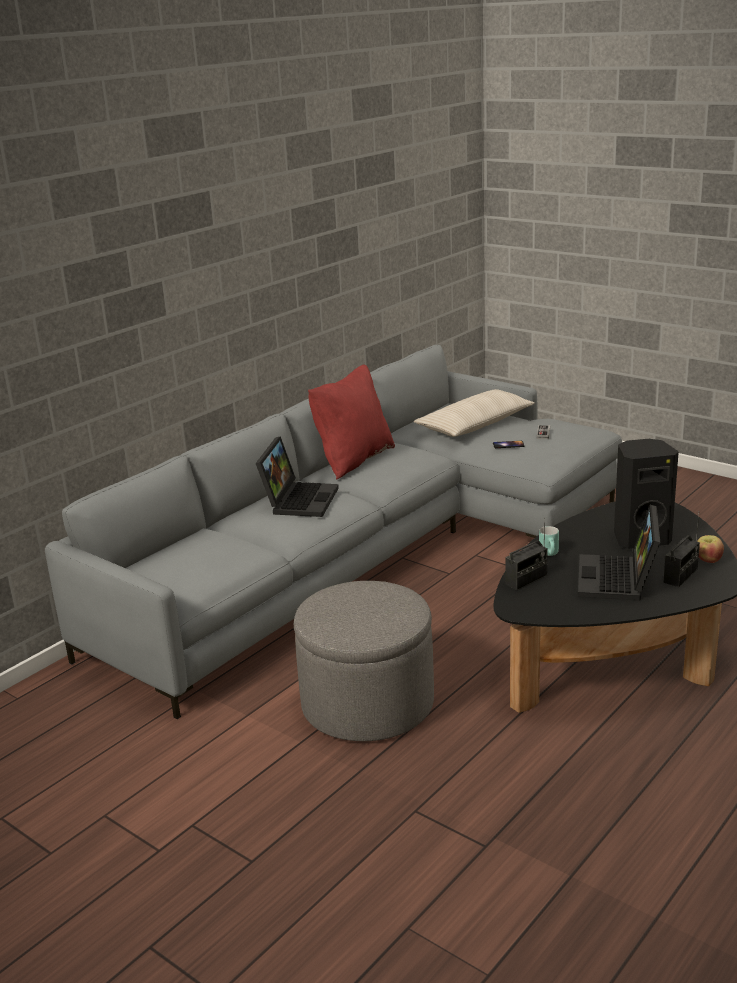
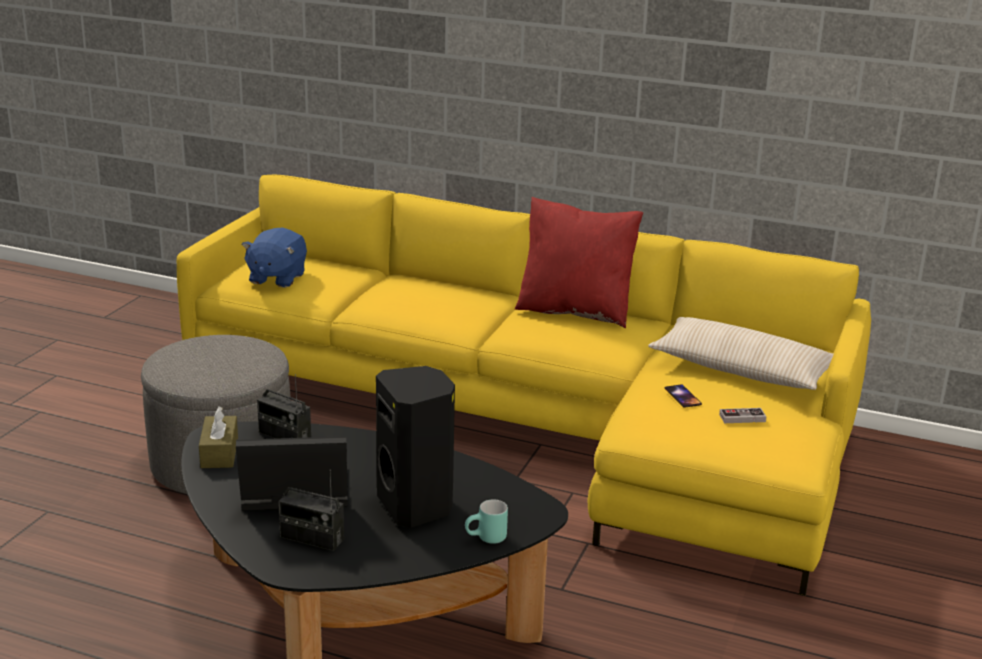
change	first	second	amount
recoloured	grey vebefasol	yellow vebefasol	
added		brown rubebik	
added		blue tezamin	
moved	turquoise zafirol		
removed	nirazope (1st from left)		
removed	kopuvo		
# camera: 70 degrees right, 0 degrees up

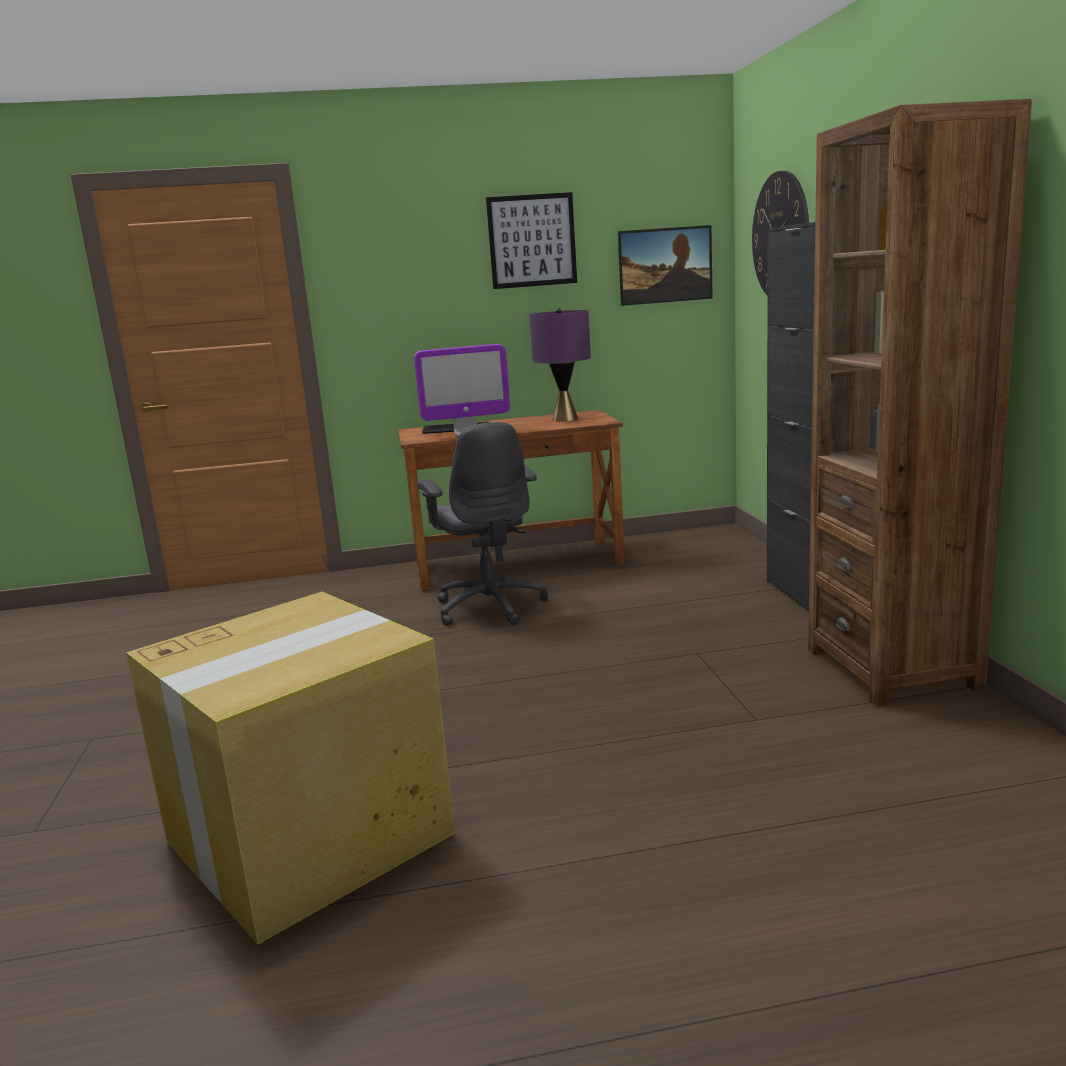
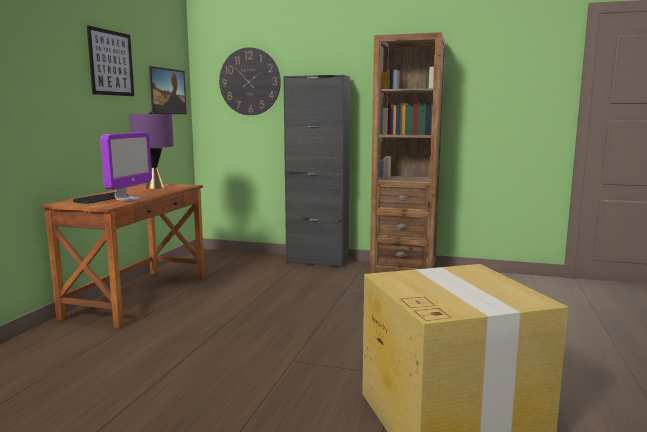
change	first	second	amount
removed	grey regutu		
# camera: 65 degrees left, 5 degrees down

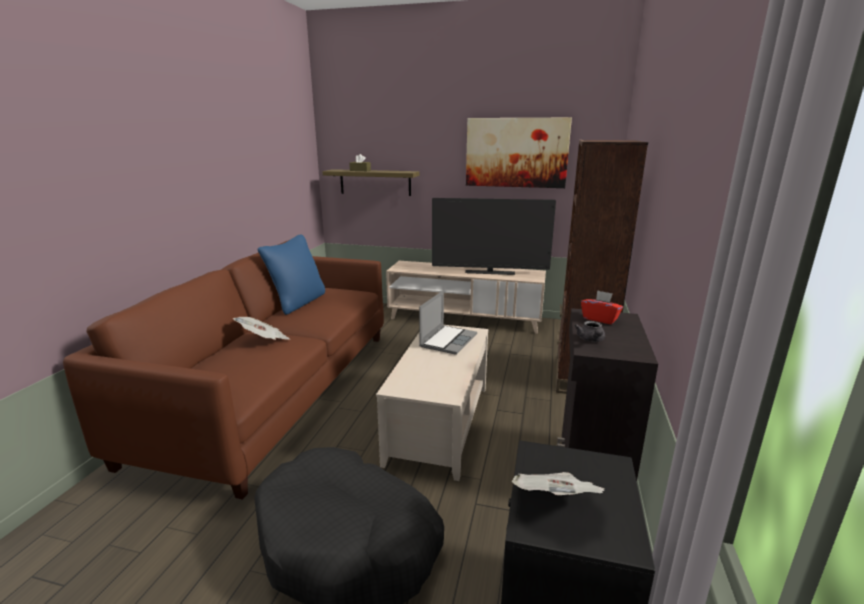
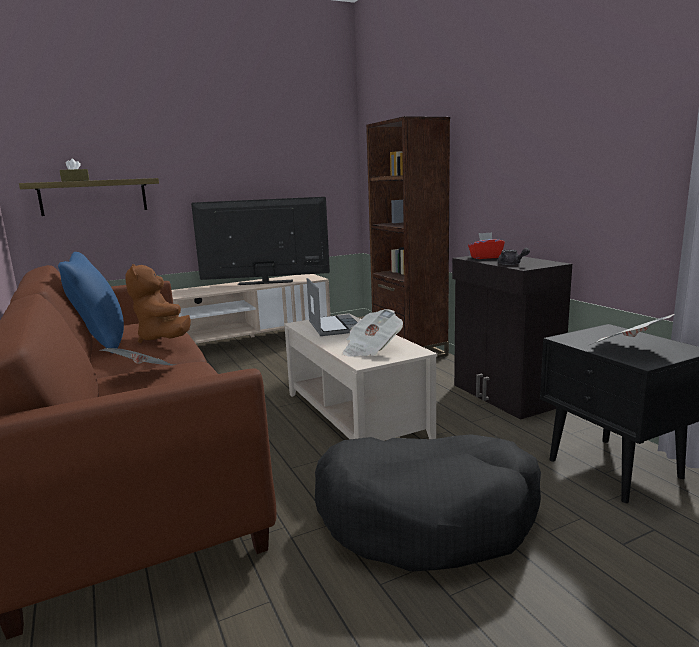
change	first	second	amount
added		brown tezamin	
turned	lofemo		150 degrees counterclockwise
added		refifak (2nd from left)	
removed	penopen		
# camera: 40 degrees left, 5 degrees down

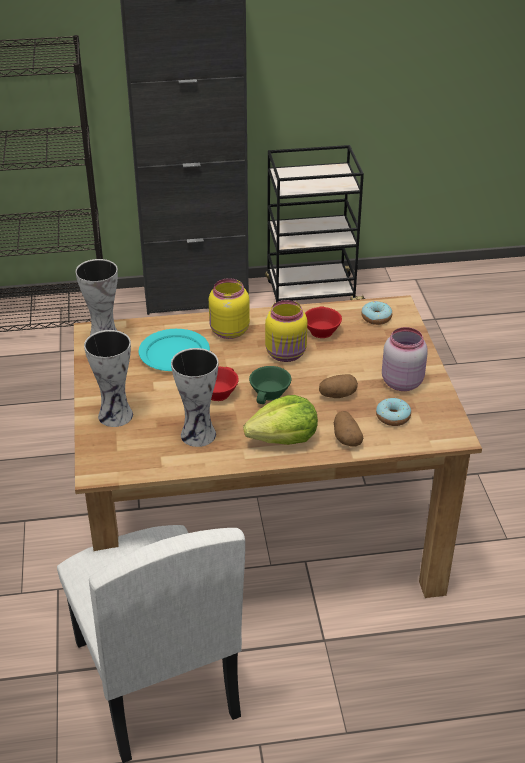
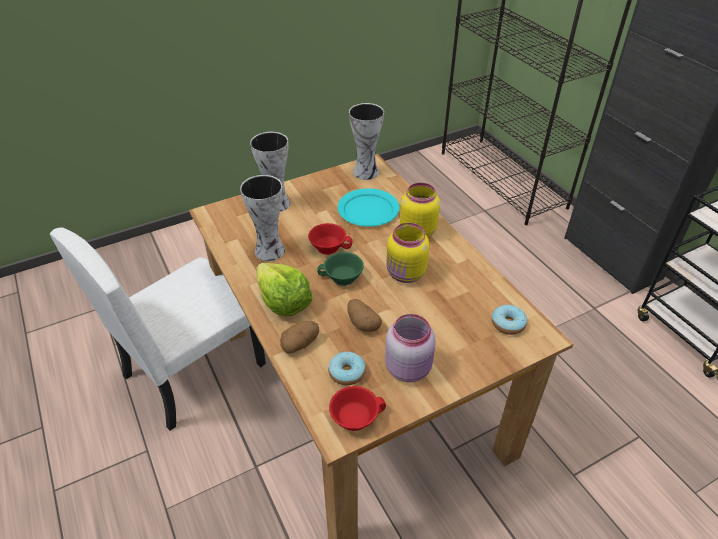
change	first	second	amount
moved	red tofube (2nd from left)		
# camera: 70 degrees right, 5 degrees up

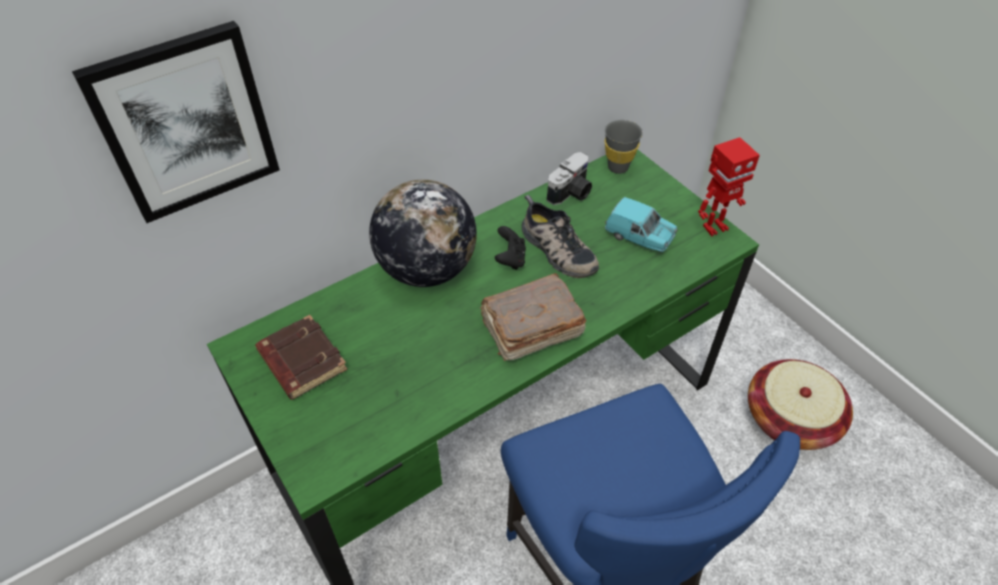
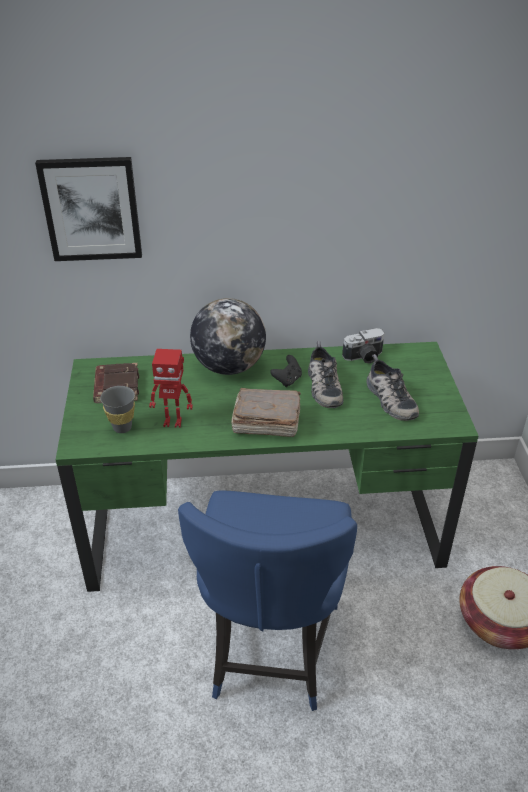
change	first	second	amount
moved	grey tofube		
moved	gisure		
replaced	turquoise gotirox	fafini (2nd from left)	
# camera: 30 degrees right, 10 degrees down

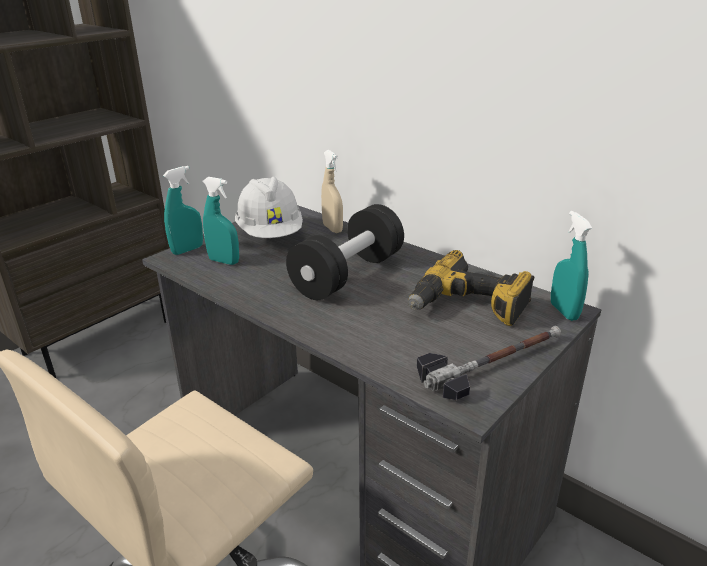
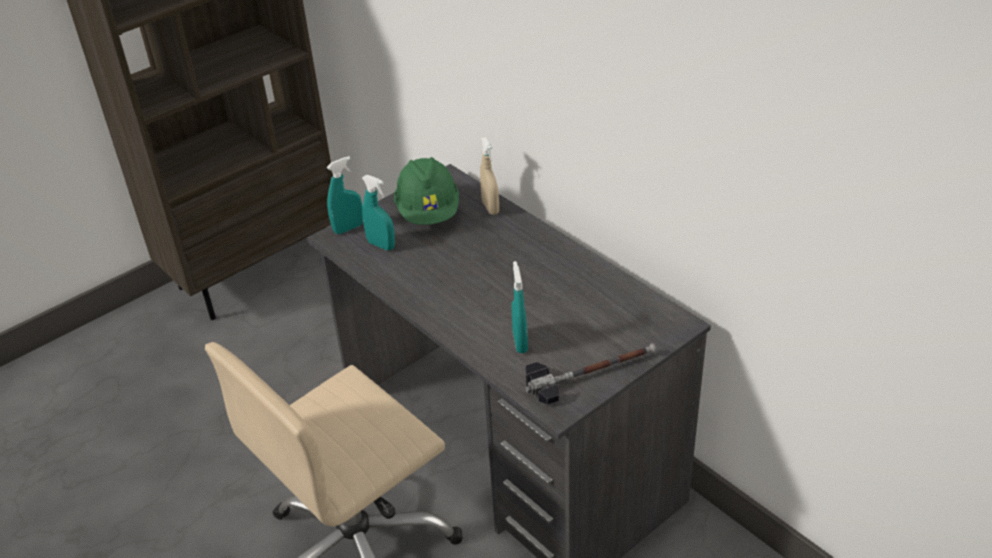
change	first	second	amount
recoloured	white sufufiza	green sufufiza	
moved	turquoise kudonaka (3rd from left)		
removed	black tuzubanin		
removed	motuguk		
# camera: 10 degrees right, 10 degrees up

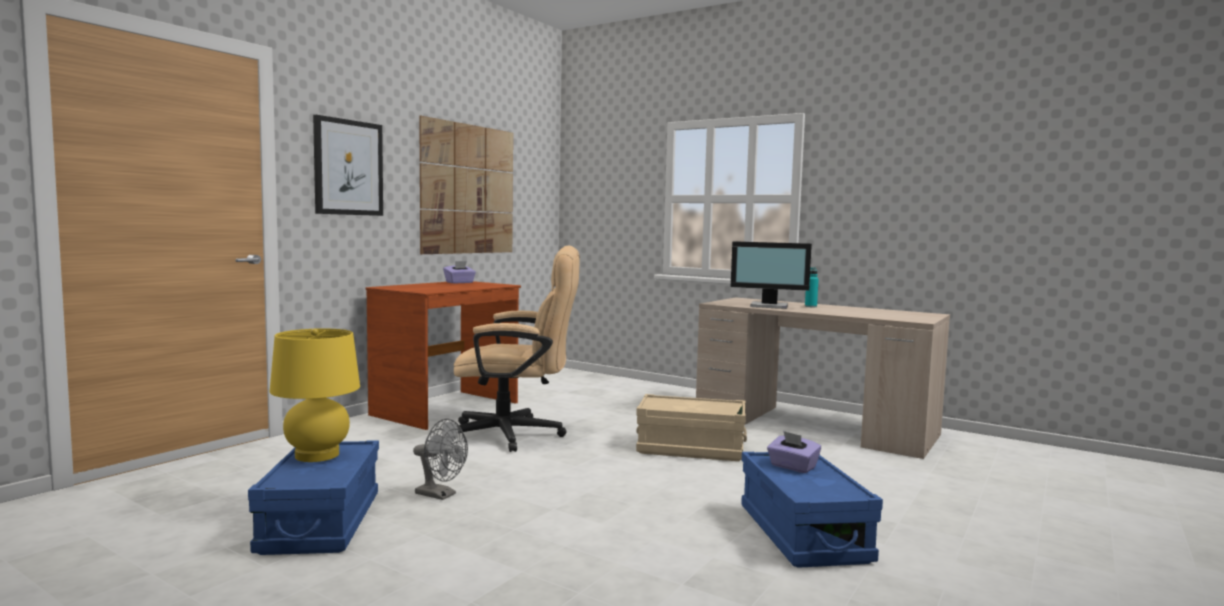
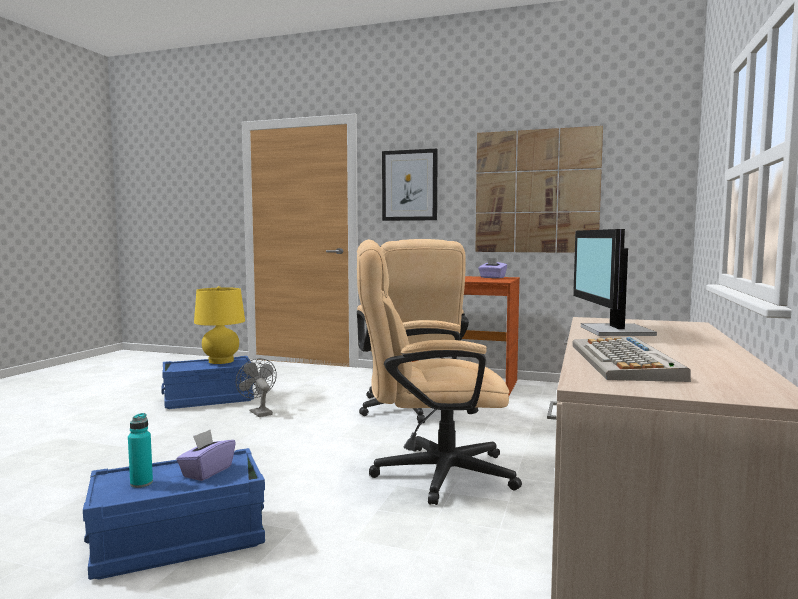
change	first	second	amount
moved	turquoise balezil		
turned	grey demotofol		135 degrees clockwise
replaced	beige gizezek	beige regutu (2nd from left)	
added		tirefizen	
# camera: 75 degrees right, 0 degrees up

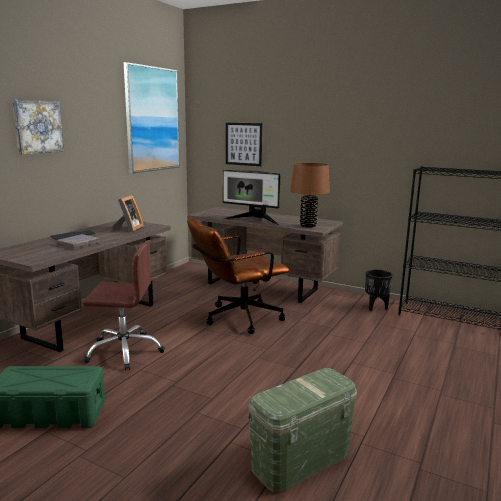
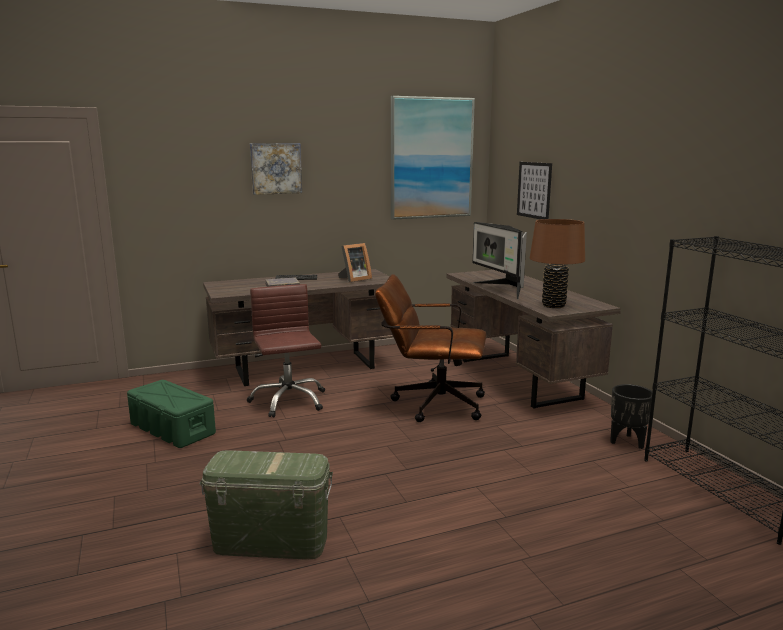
change	first	second	amount
turned	brown regutu (1st from left)		150 degrees counterclockwise
# camera: 40 degrees right, 0 degrees up

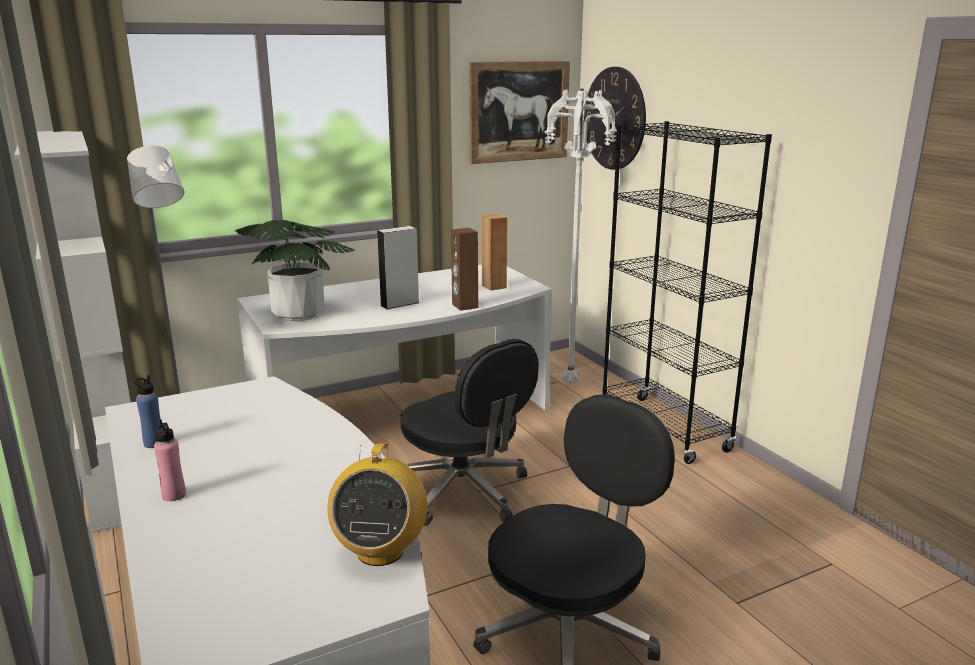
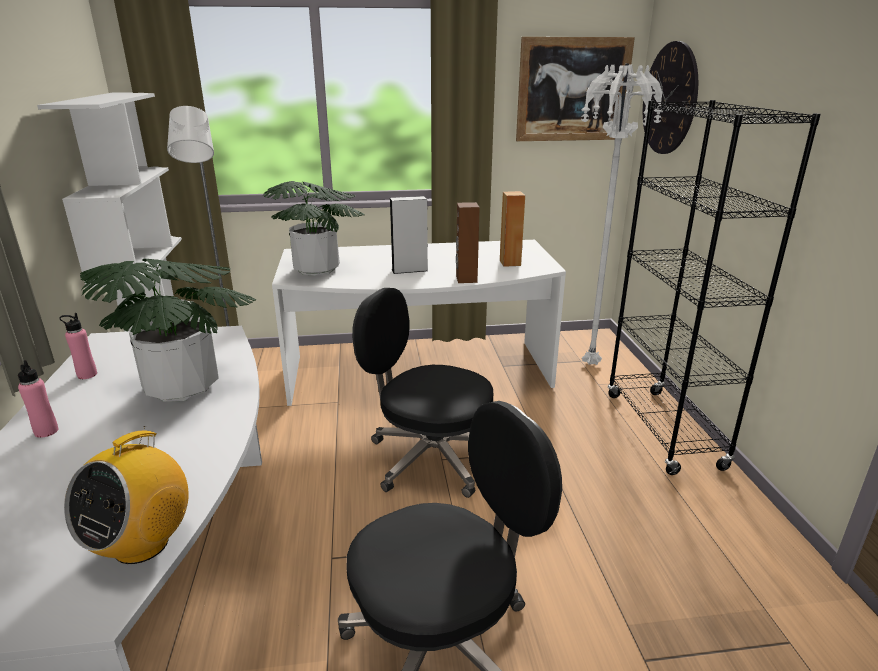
change	first	second	amount
recoloured	blue balezil	pink balezil (2nd from left)	
added		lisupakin (1st from left)	
turned	black regutu (1st from left)		135 degrees clockwise
# camera: 20 degrees right, 5 degrees up

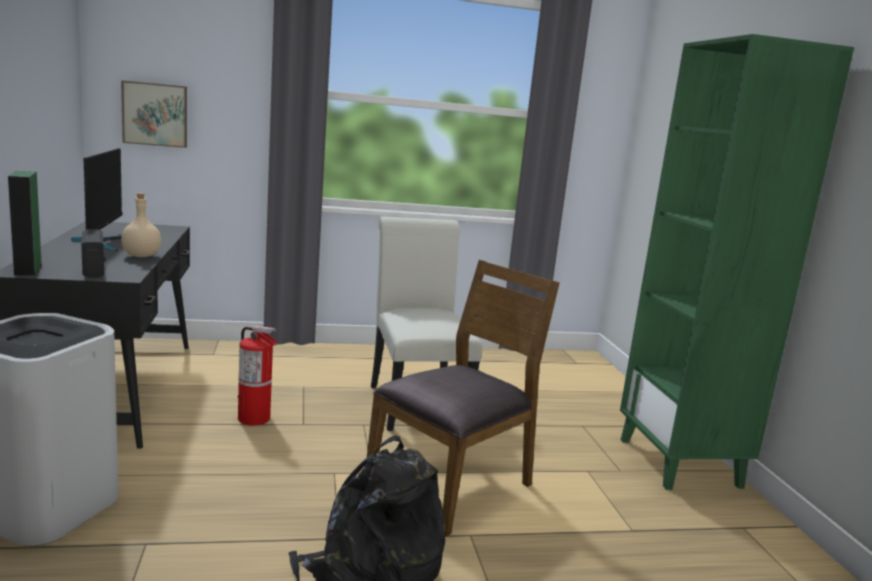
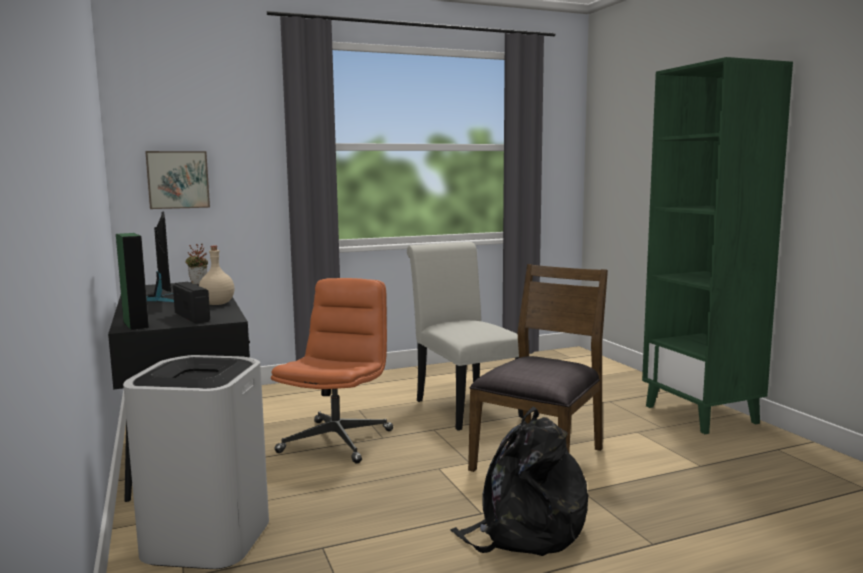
change	first	second	amount
added		lisupakin	
replaced	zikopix	orange regutu	
# camera: 10 degrees left, 5 degrees down

